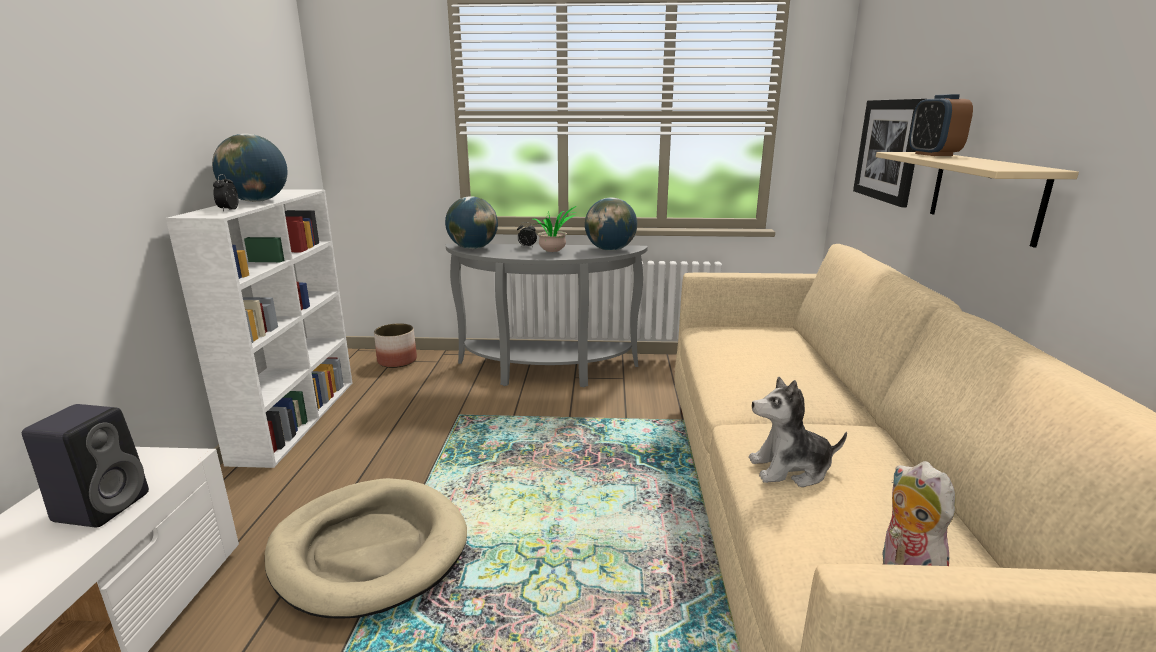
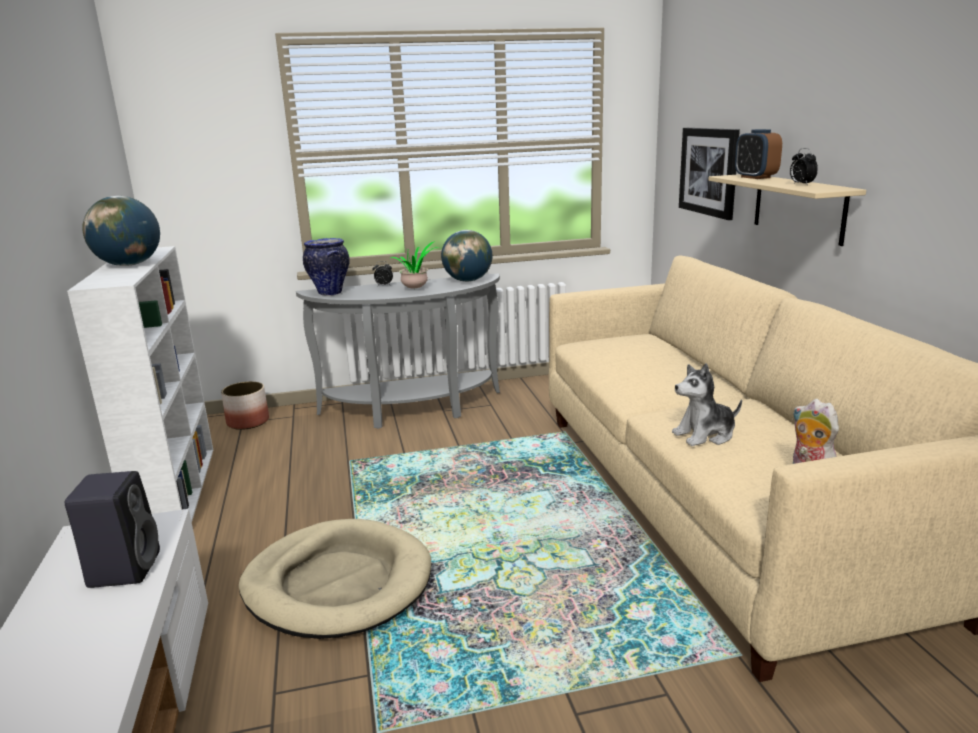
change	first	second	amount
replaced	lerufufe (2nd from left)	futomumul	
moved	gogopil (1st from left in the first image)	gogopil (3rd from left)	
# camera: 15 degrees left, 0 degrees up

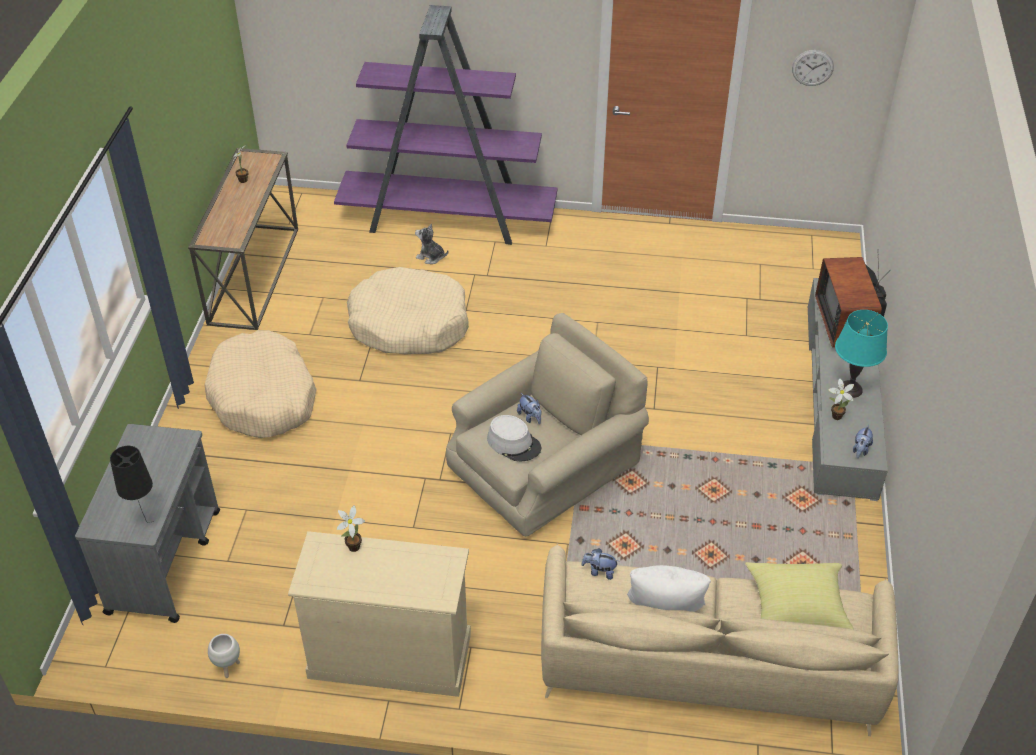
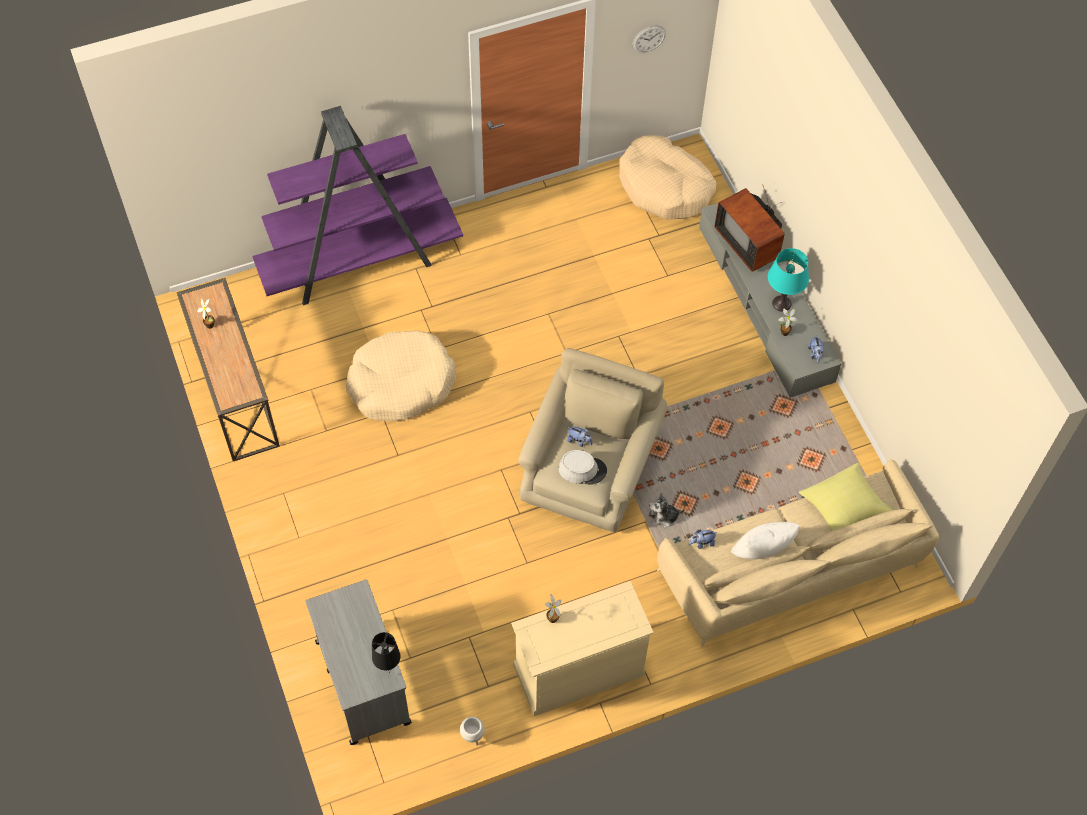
change	first	second	amount
moved	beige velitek (1st from left in the first image)	beige velitek (2nd from left)	
moved	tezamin (1st from left in the first image)	tezamin (2nd from left)	
# camera: 30 degrees left, 15 degrees up

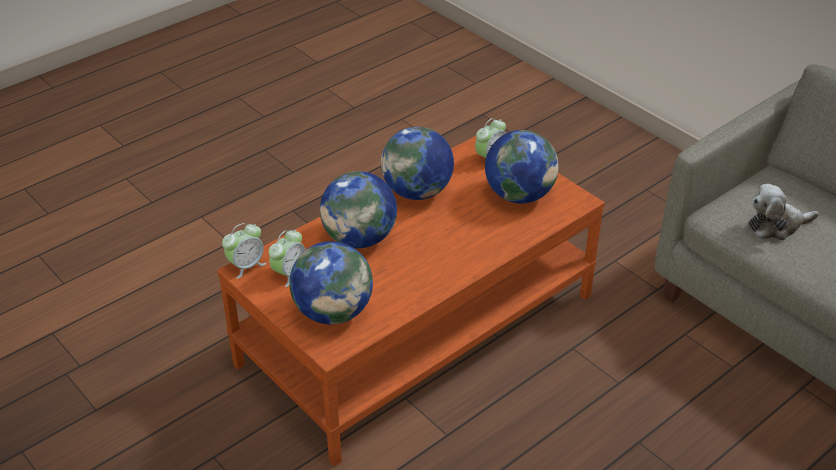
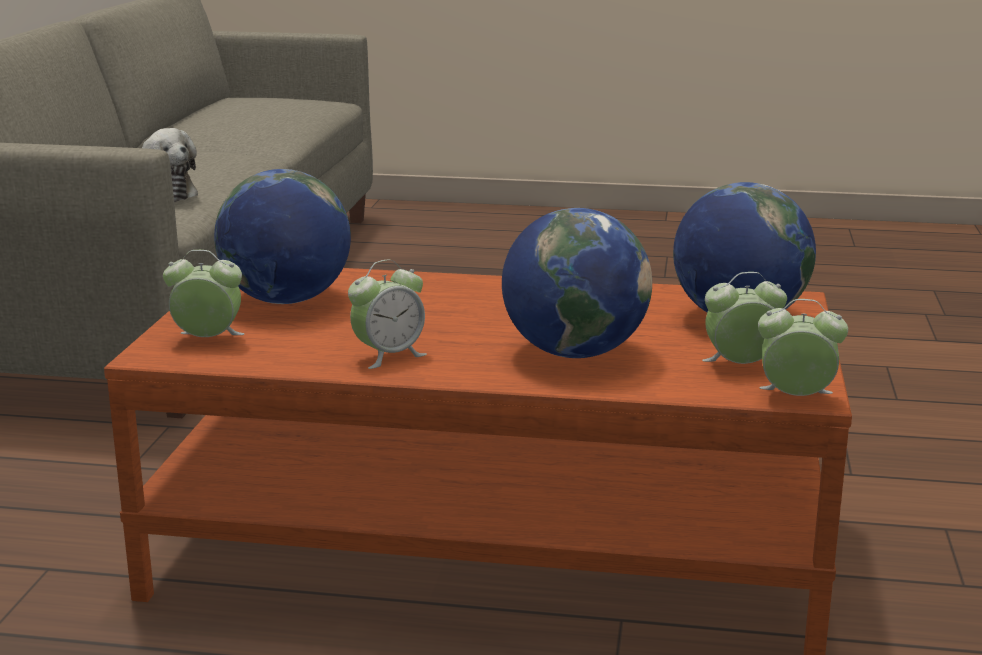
change	first	second	amount
replaced	lerufufe (3rd from left)	gogopil (2nd from left)	
# camera: 130 degrees left, 20 degrees down

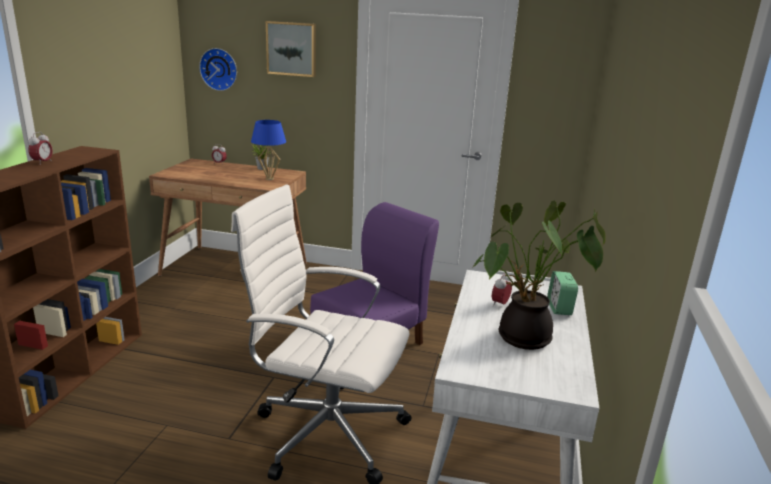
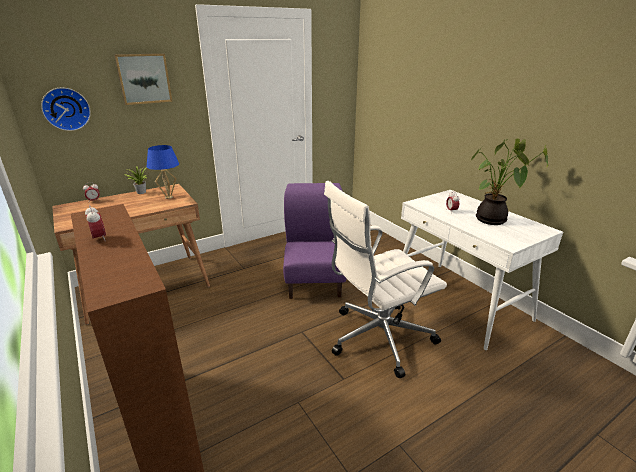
change	first	second	amount
removed	gogopil (4th from left)		
# camera: 45 degrees left, 5 degrees up

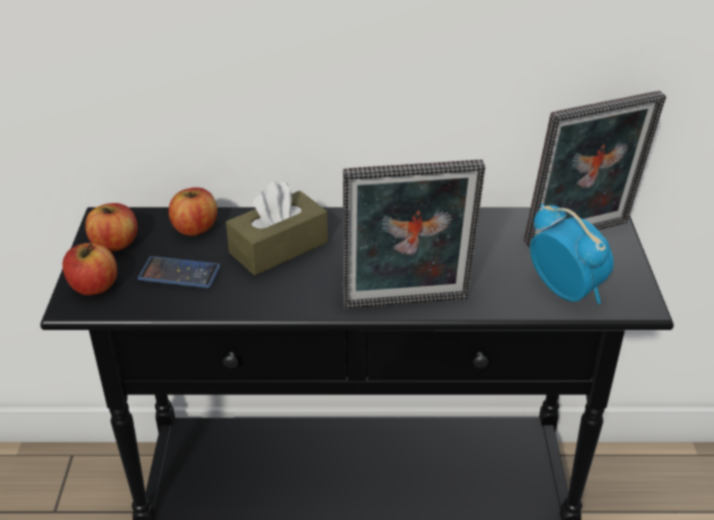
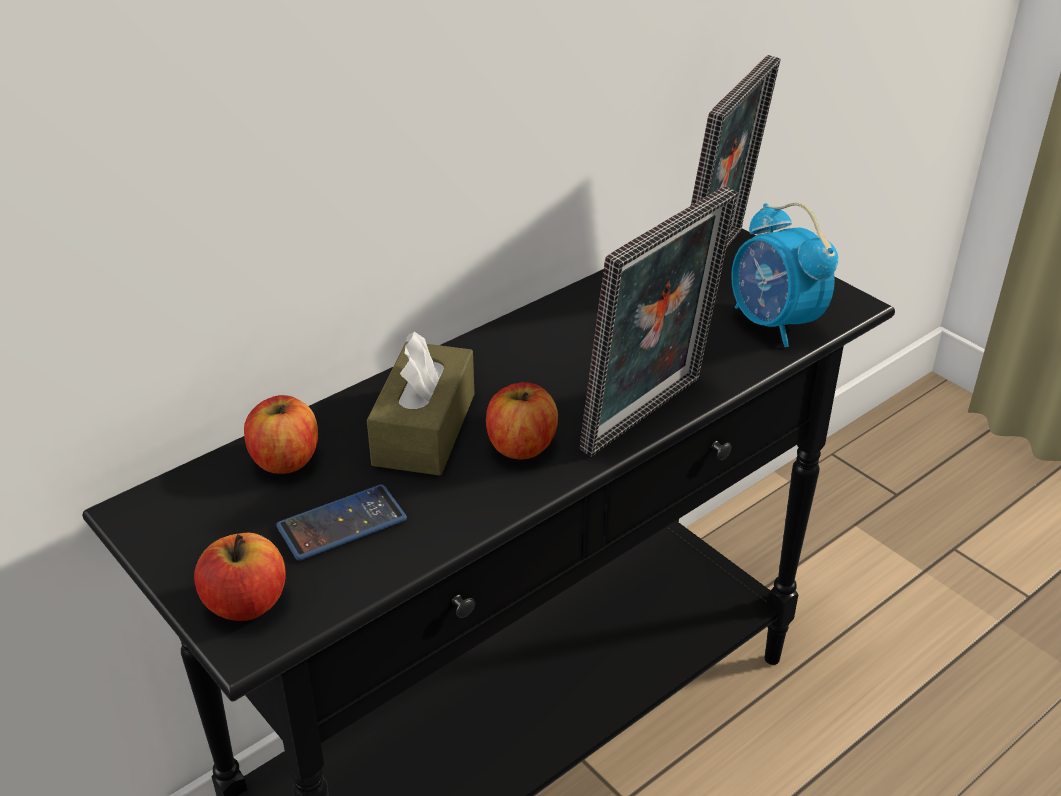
change	first	second	amount
moved	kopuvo (2nd from left in the first image)	kopuvo (3rd from left)	
turned	gogopil		135 degrees counterclockwise
# camera: 40 degrees left, 0 degrees up

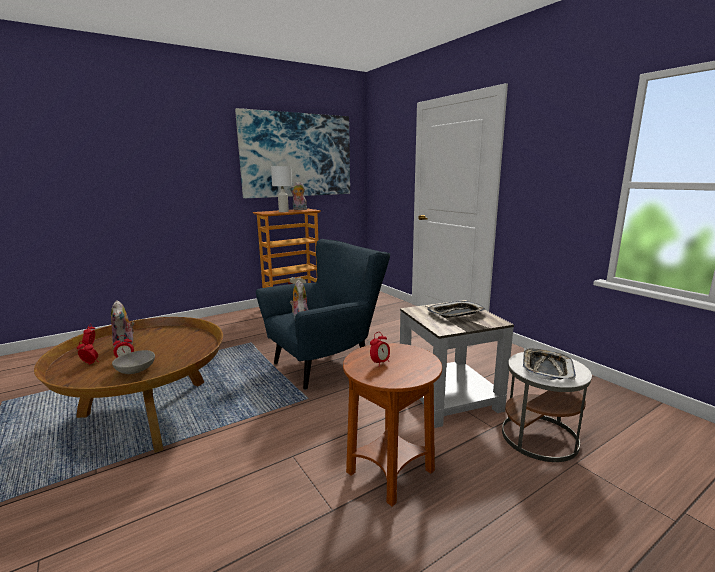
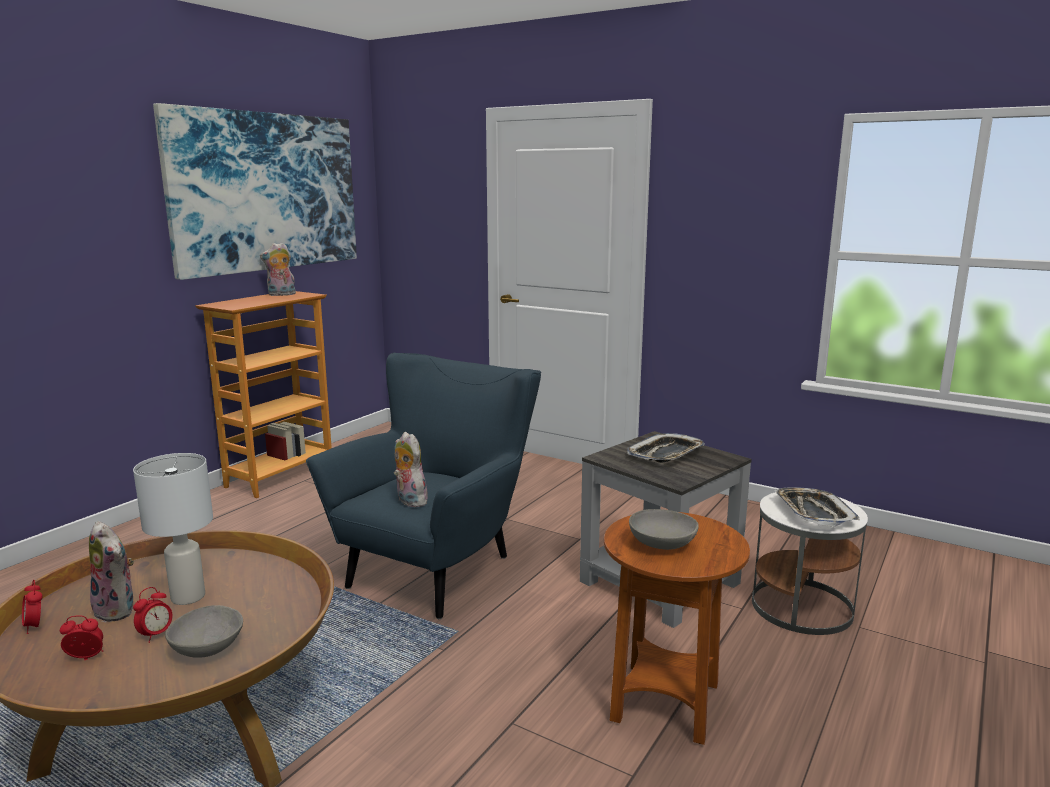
change	first	second	amount
moved	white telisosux		
replaced	gogopil (4th from left)	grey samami (2nd from left)	
# camera: 25 degrees left, 0 degrees up

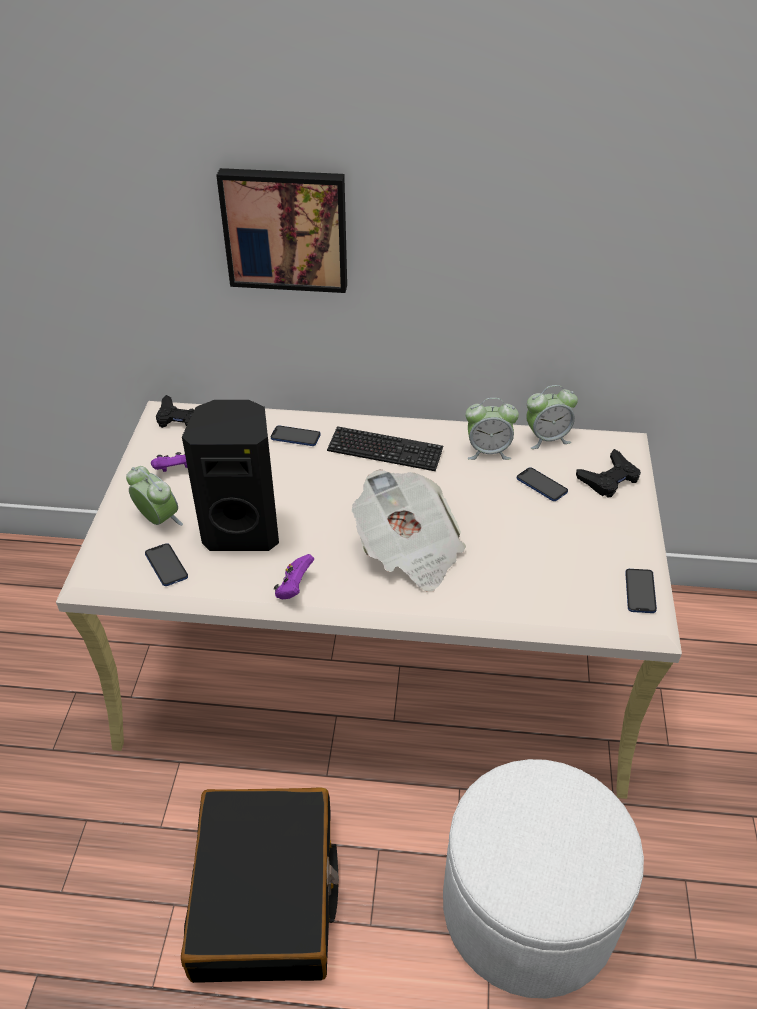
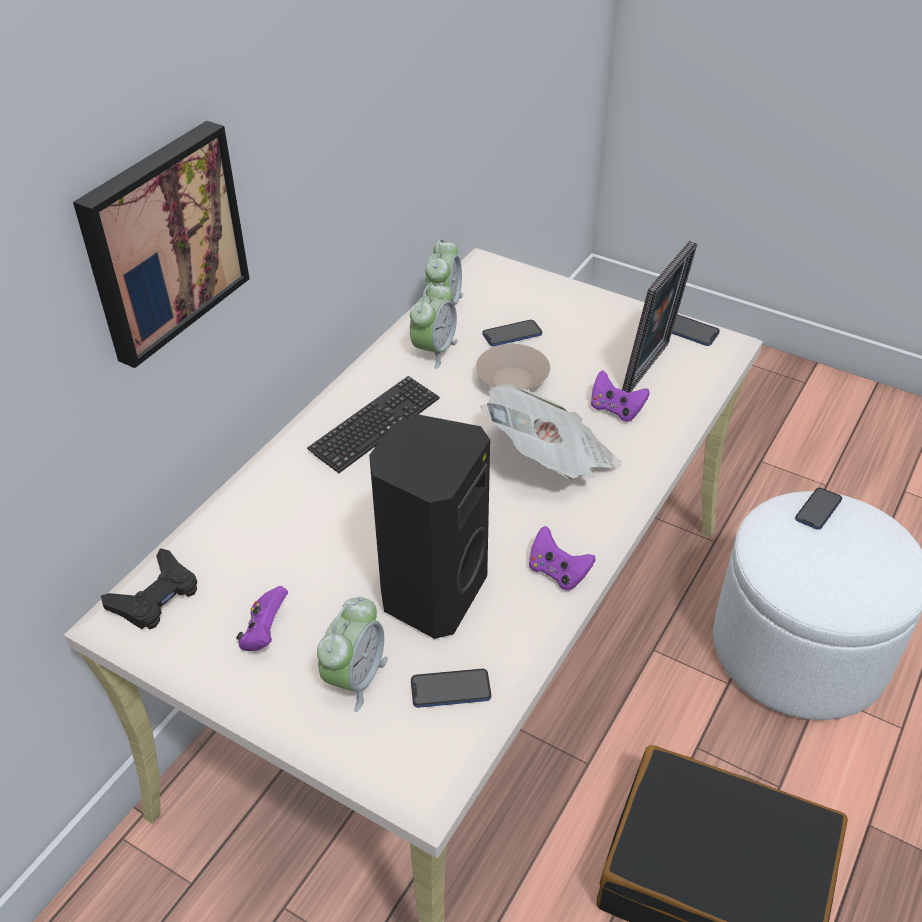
change	first	second	amount
turned	gogopil (1st from left)		135 degrees clockwise
added		beige samami	
added		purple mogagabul (3rd from left)	
added		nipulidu	
moved	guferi (2nd from left in the first image)	guferi (4th from left)	
removed	black mogagabul (2nd from left)		
# camera: 65 degrees left, 0 degrees up

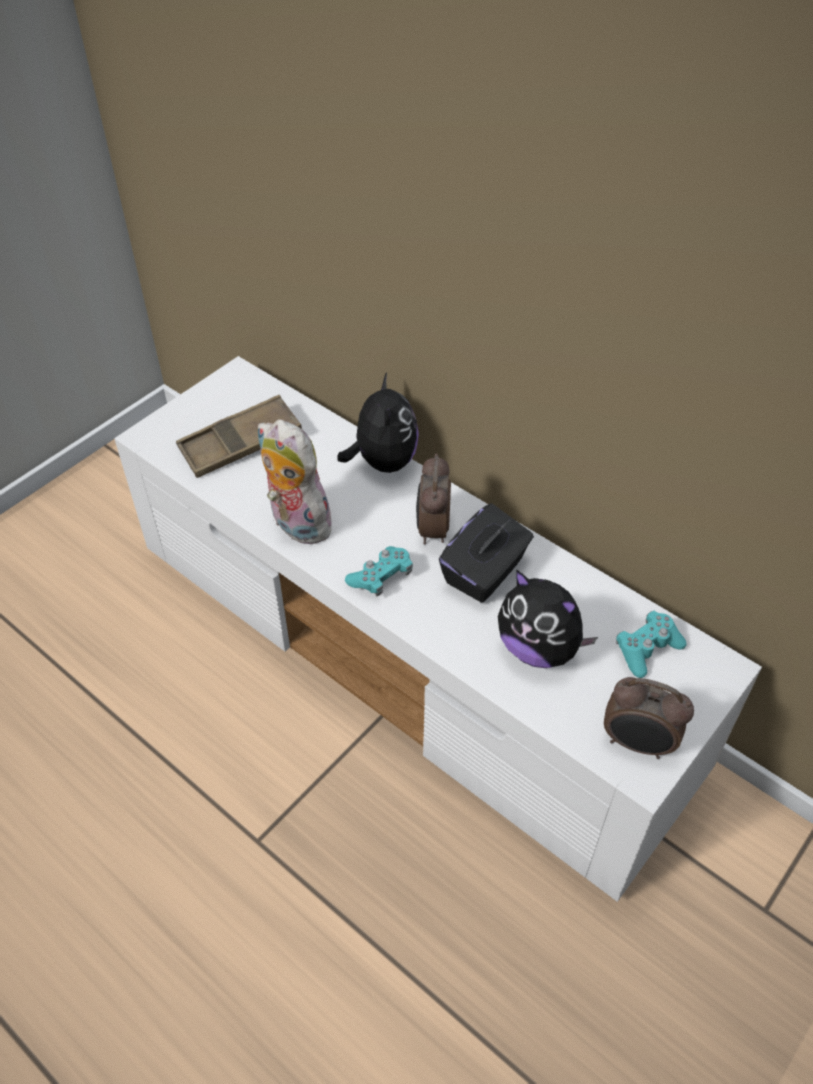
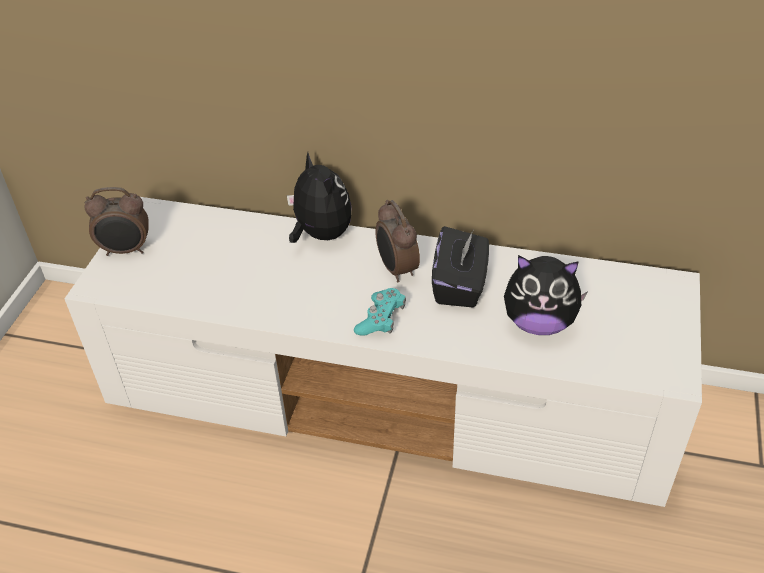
change	first	second	amount
moved	gogopil (2nd from left in the first image)	gogopil (1st from left)	
removed	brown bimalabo		
removed	tezamin (1st from left)		
removed	turquoise mogagabul (2nd from left)		
# camera: 25 degrees left, 5 degrees down

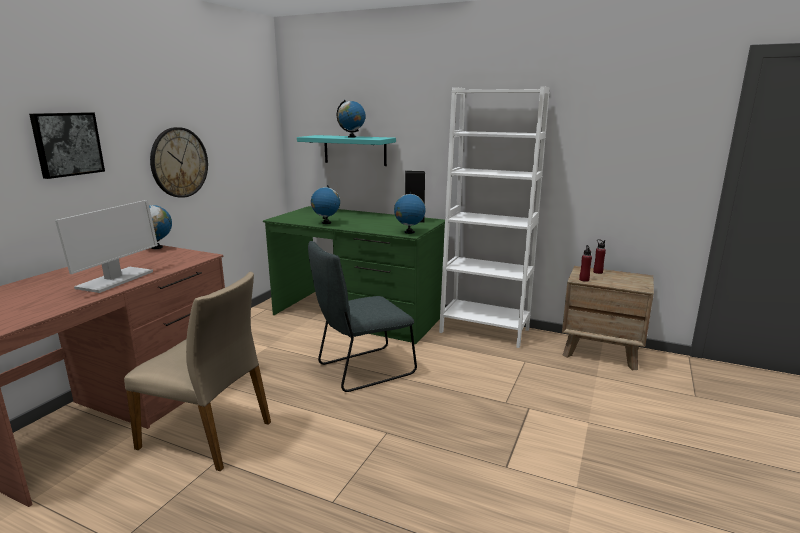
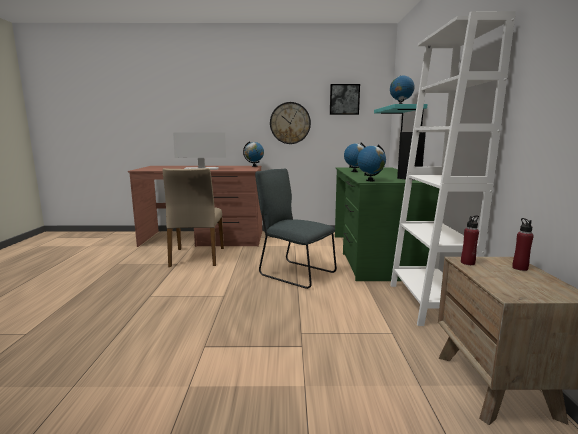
change	first	second	amount
moved	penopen		
# camera: 65 degrees right, 5 degrees down

